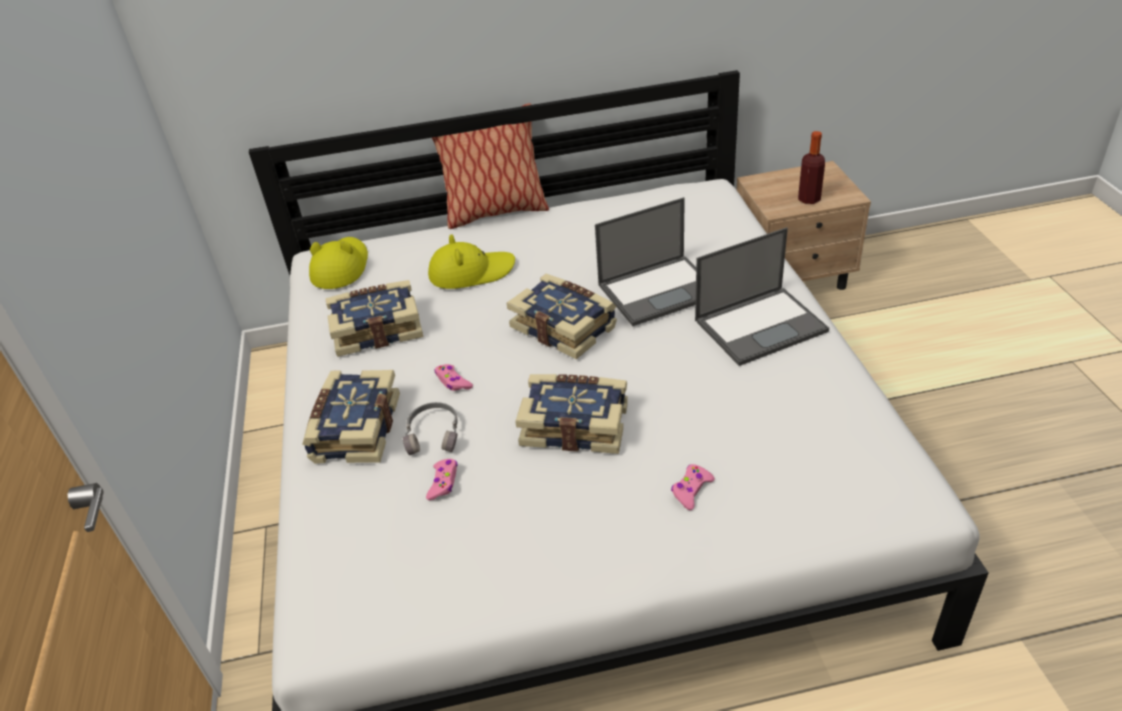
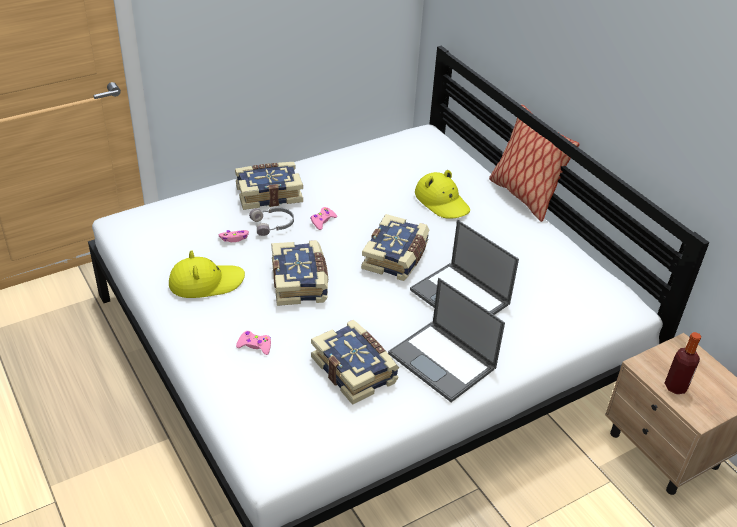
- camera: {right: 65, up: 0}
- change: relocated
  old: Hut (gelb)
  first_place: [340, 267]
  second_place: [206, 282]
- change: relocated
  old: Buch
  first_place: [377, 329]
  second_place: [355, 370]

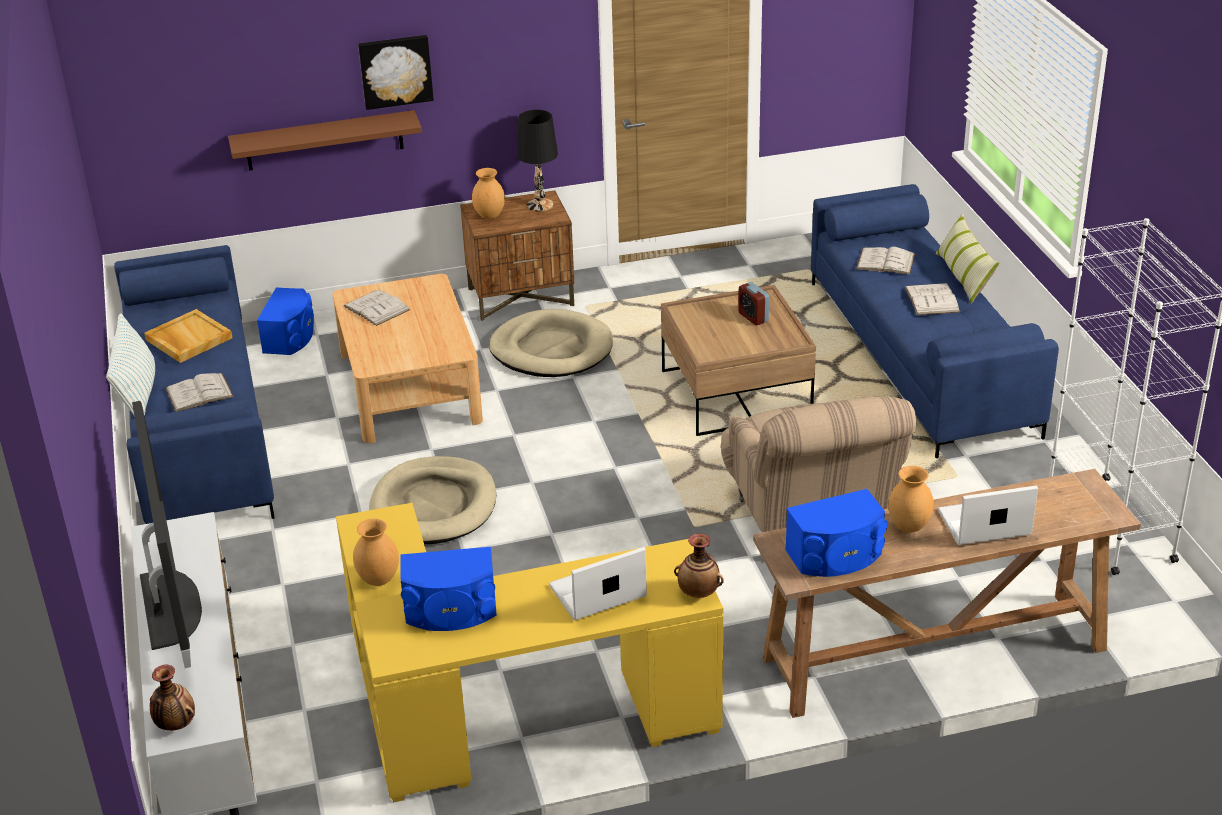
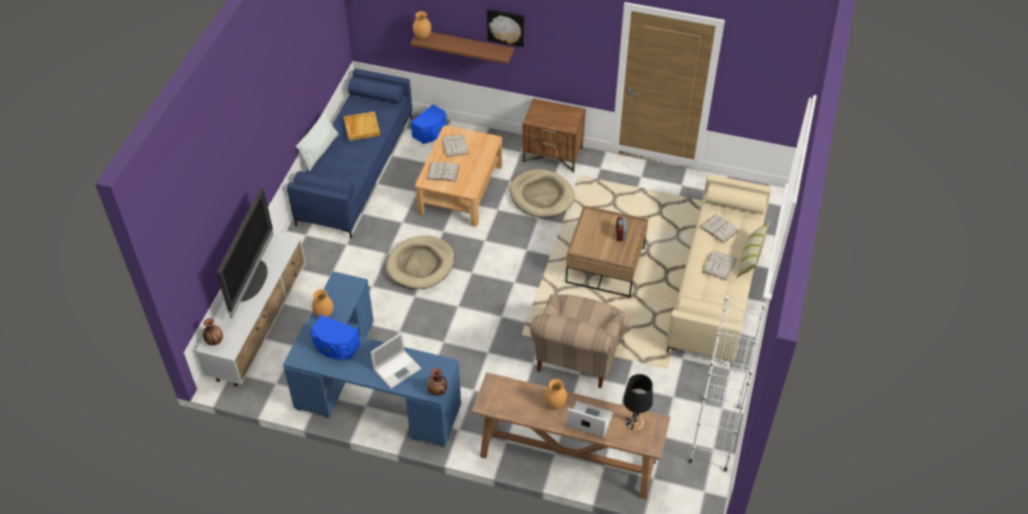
- camera: {right: 30, up: 15}
- change: relocated
  old: Tischlampe (schwarz)
  first_place: [539, 205]
  second_place: [634, 422]
- change: relocated
  old: Vase (braun)
  first_place: [489, 216]
  second_place: [422, 36]
- change: colour
  old: Sofa (blau)
  new: Sofa (beige)
  first_place: [921, 357]
  second_place: [716, 287]
- change: relocated
  old: Buch (weiß)
  first_place: [199, 393]
  second_place: [443, 172]
- change: missing
  old: Lautsprecher (blau)
  first_place: [836, 556]
- change: colour
  old: Schreibtisch (gelb)
  new: Schreibtisch (blau)
  first_place: [506, 714]
  second_place: [368, 391]
- change: spun
  old: Laptop
  first_place: [596, 593]
  second_place: [397, 368]
  degrees: 135

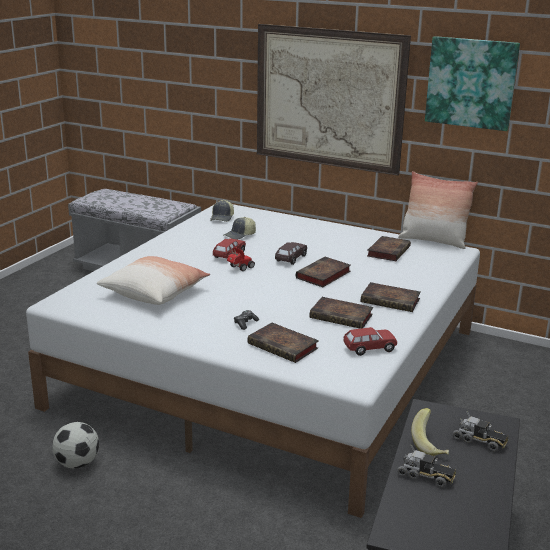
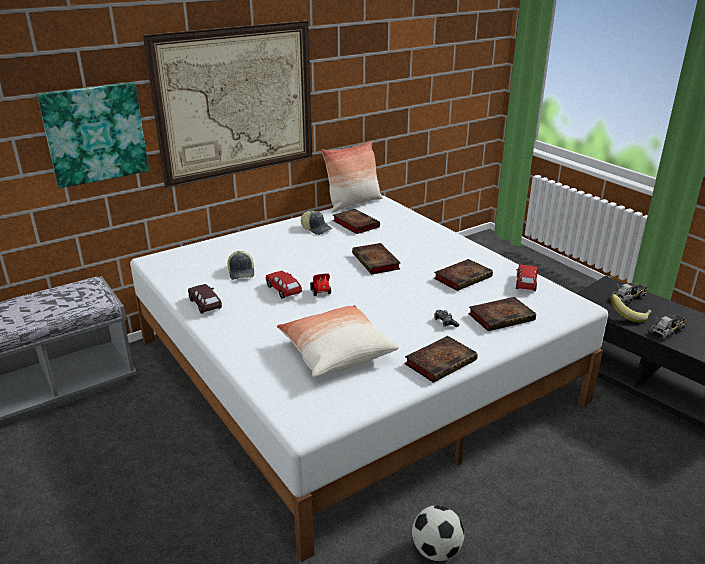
- camera: {right: -60, up: 5}
- change: relocated
  old: Bild
  first_place: [471, 83]
  second_place: [95, 134]
- change: relocated
  old: Kappe
  first_place: [222, 218]
  second_place: [316, 229]
- change: relocated
  old: Spielzeugauto (braun)
  first_place: [291, 259]
  second_place: [205, 304]
- change: relocated
  old: Buch
  first_place: [392, 301]
  second_place: [441, 361]

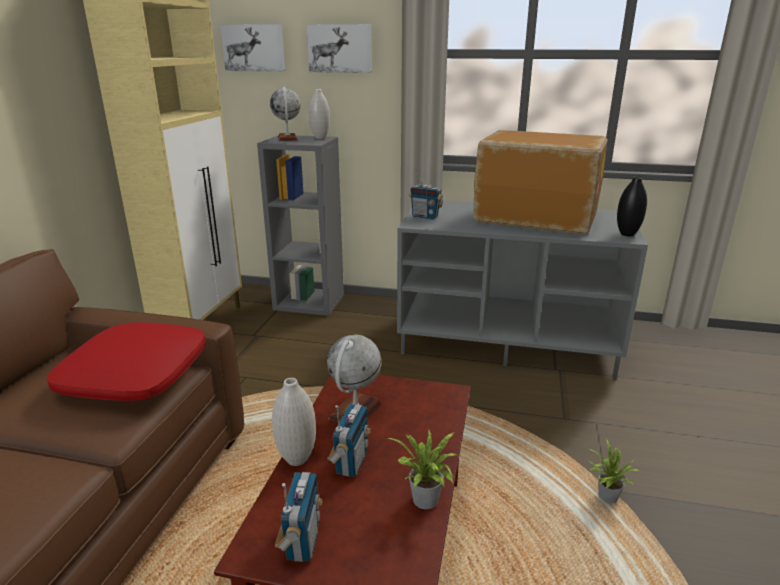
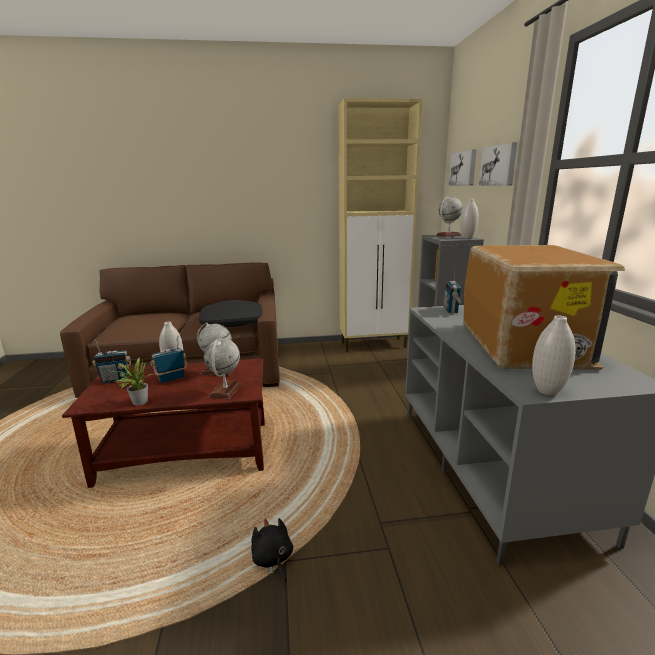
- camera: {right: 70, up: -5}
- change: colour
  old: Vase (schwarz)
  new: Vase (weiß)
  first_place: [627, 234]
  second_place: [547, 391]
- change: colour
  old: Kissen (rot)
  new: Kissen (schwarz)
  first_place: [135, 374]
  second_place: [232, 322]
- change: spun
  old: Radio
  first_place: [351, 462]
  second_place: [171, 379]
  degrees: 150
- change: exchanged
  old: Topfpflanze
  new: Plüschtier (schwarz)
  first_place: [605, 498]
  second_place: [273, 559]
- change: appeared
  new: Globus
  second_place: [225, 391]

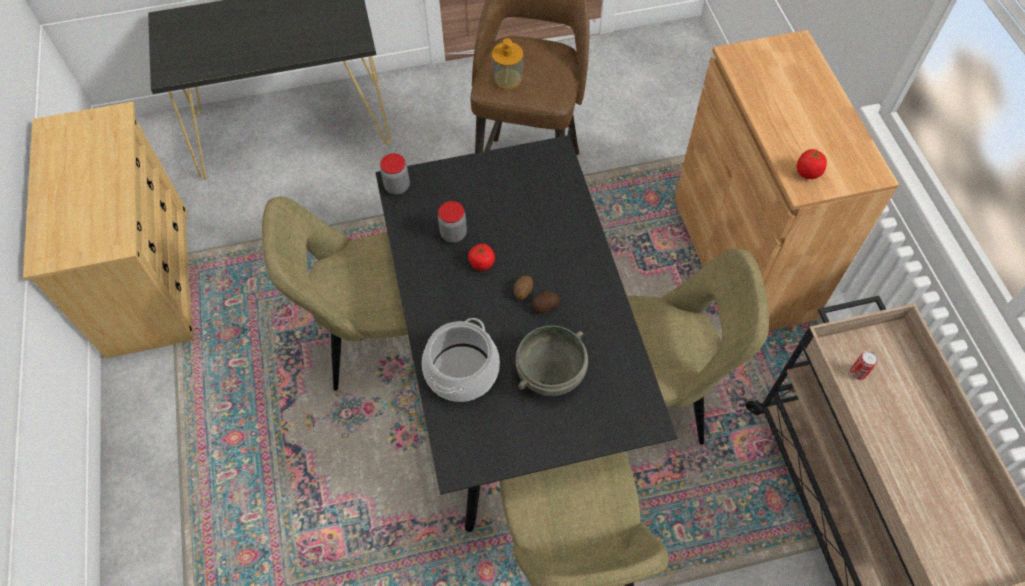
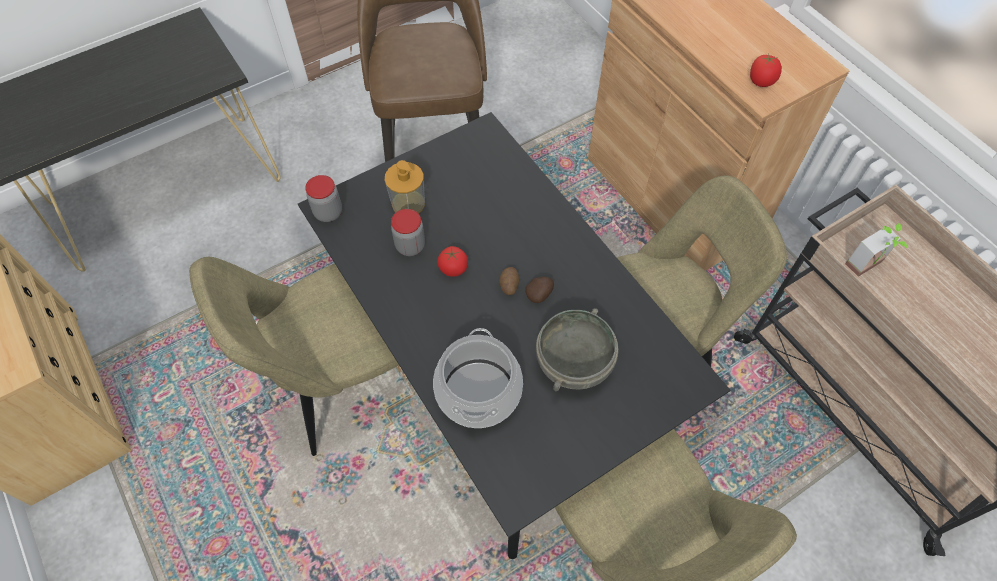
- camera: {right: -20, up: 0}
- change: relocated
  old: Seifenspender
  first_place: [507, 79]
  second_place: [408, 203]
- change: exchanged
  old: Dose
  new: Topfpflanze
  first_place: [857, 373]
  second_place: [868, 268]

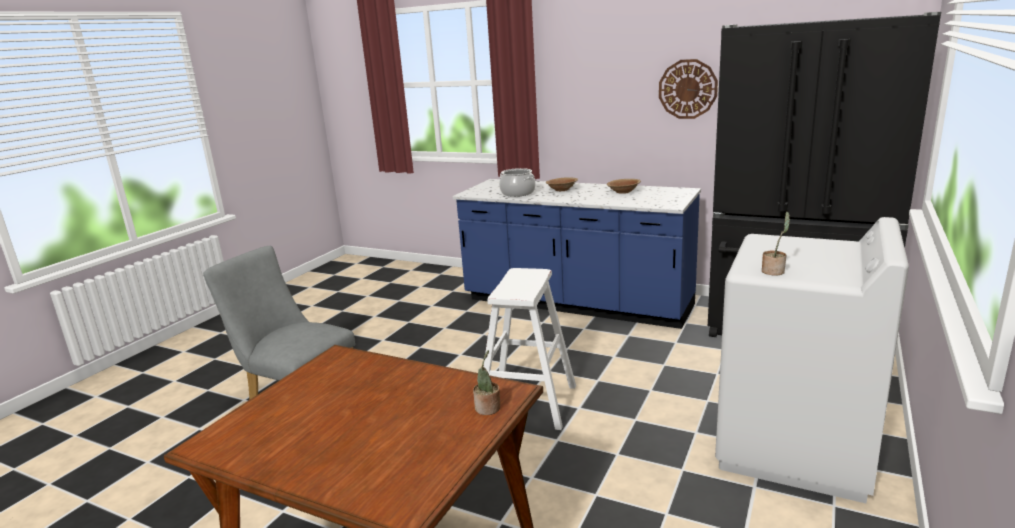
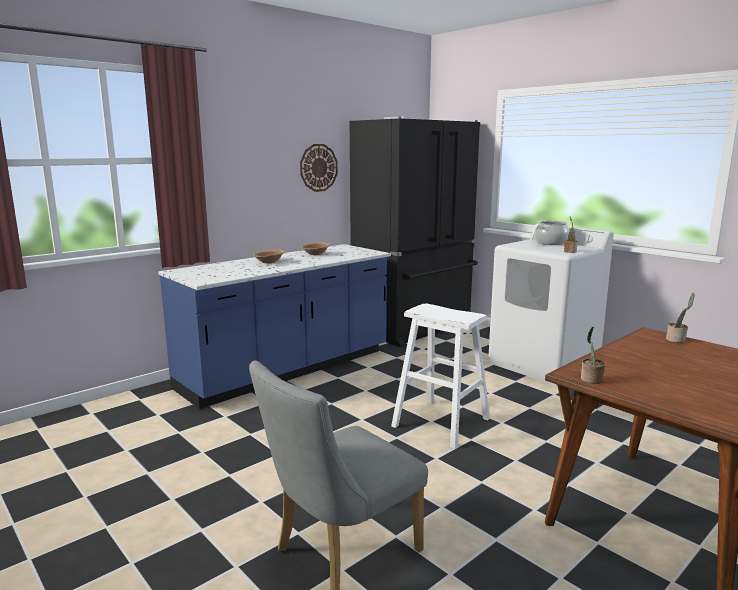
- camera: {right: -70, up: -5}
- change: relocated
  old: Kochtopf
  first_place: [518, 193]
  second_place: [550, 242]
- change: appeared
  new: Topfpflanze
  second_place: [591, 380]

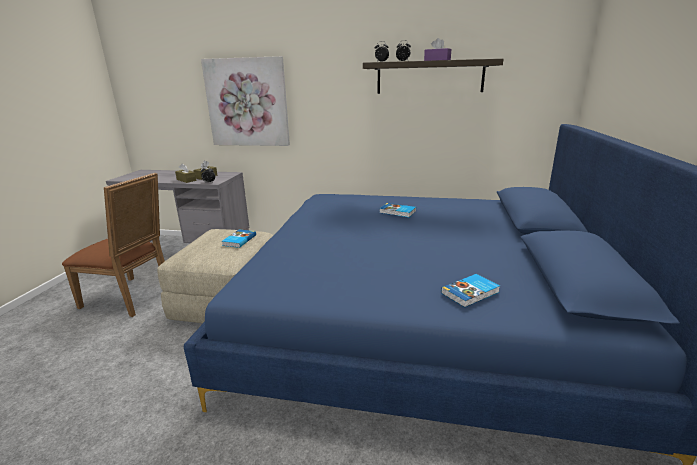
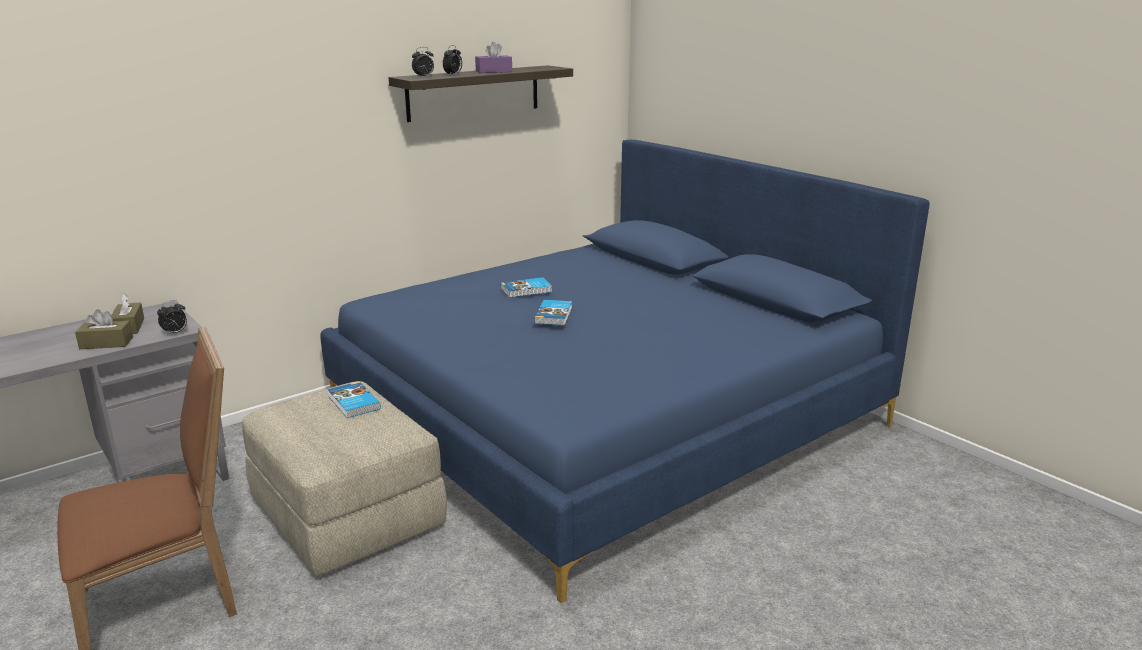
- camera: {right: -50, up: 0}
- change: missing
  old: Bild
  first_place: [247, 103]
- change: relocated
  old: Buch
  first_place: [471, 293]
  second_place: [554, 315]

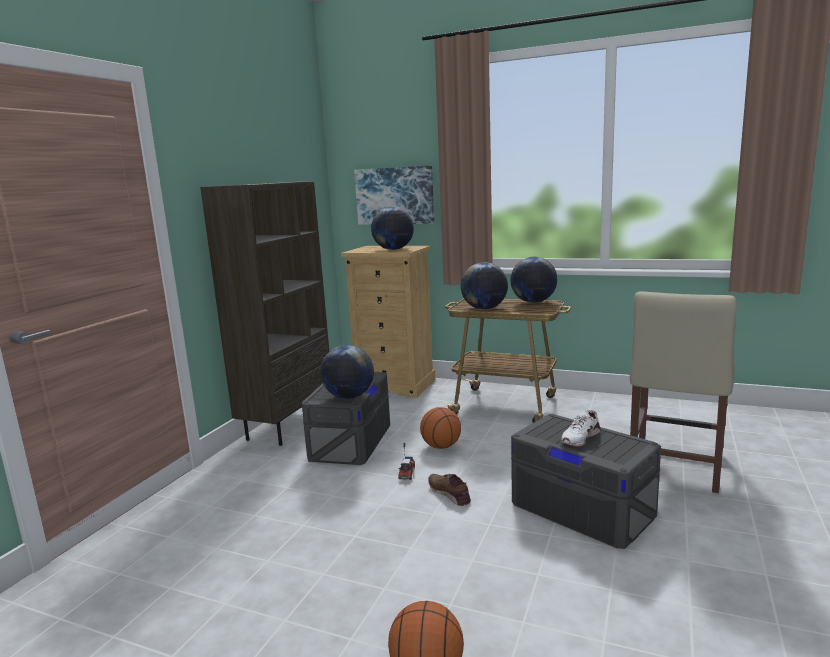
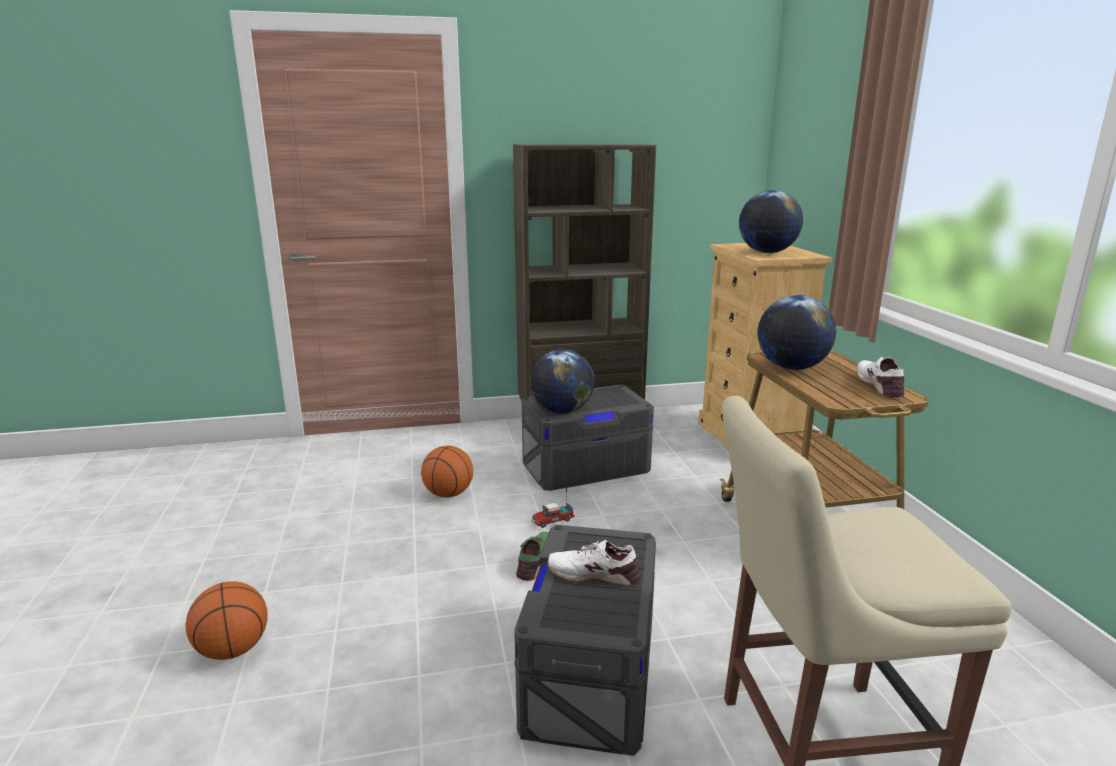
- camera: {right: 55, up: 5}
- change: missing
  old: Bild
  first_place: [395, 196]
- change: exchanged
  old: Globus
  new: Schuh (weiß)
  first_place: [533, 302]
  second_place: [880, 385]
- change: relocated
  old: Basketball
  first_place: [441, 446]
  second_place: [448, 494]
- change: colour
  old: Schuh (braun)
  new: Schuh (grün)
  first_place: [450, 493]
  second_place: [537, 561]

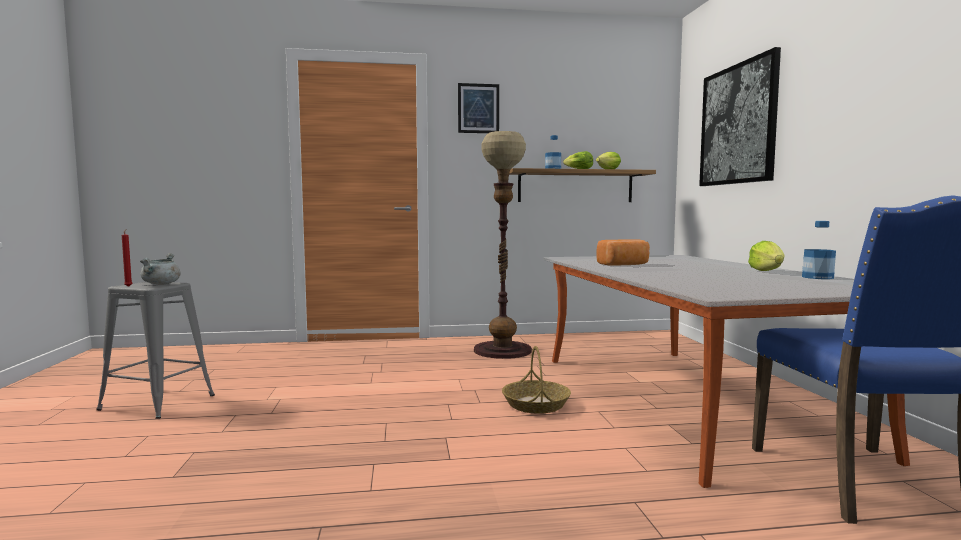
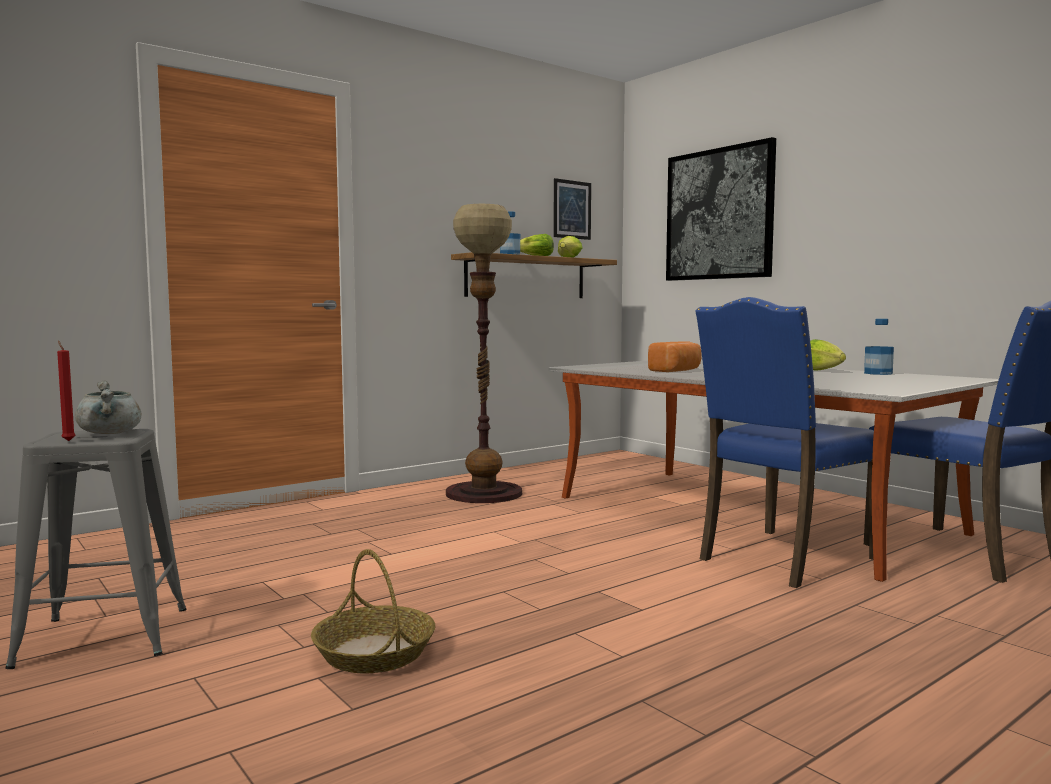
- camera: {right: -30, up: 0}
- change: relocated
  old: Bild
  first_place: [478, 108]
  second_place: [572, 209]
- change: relocated
  old: Korb
  first_place: [536, 404]
  second_place: [375, 653]
- change: appeared
  new: Stuhl (blau)
  second_place: [782, 558]

